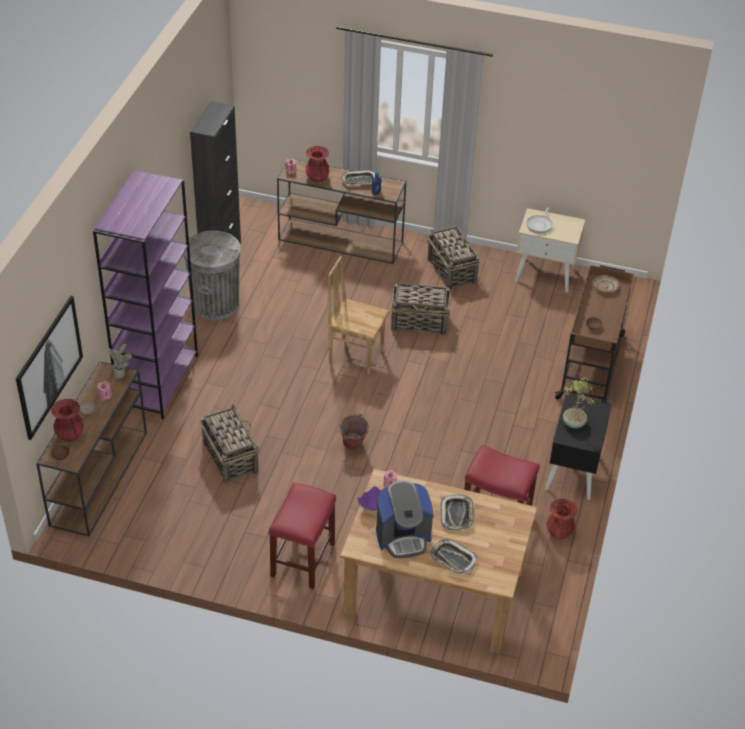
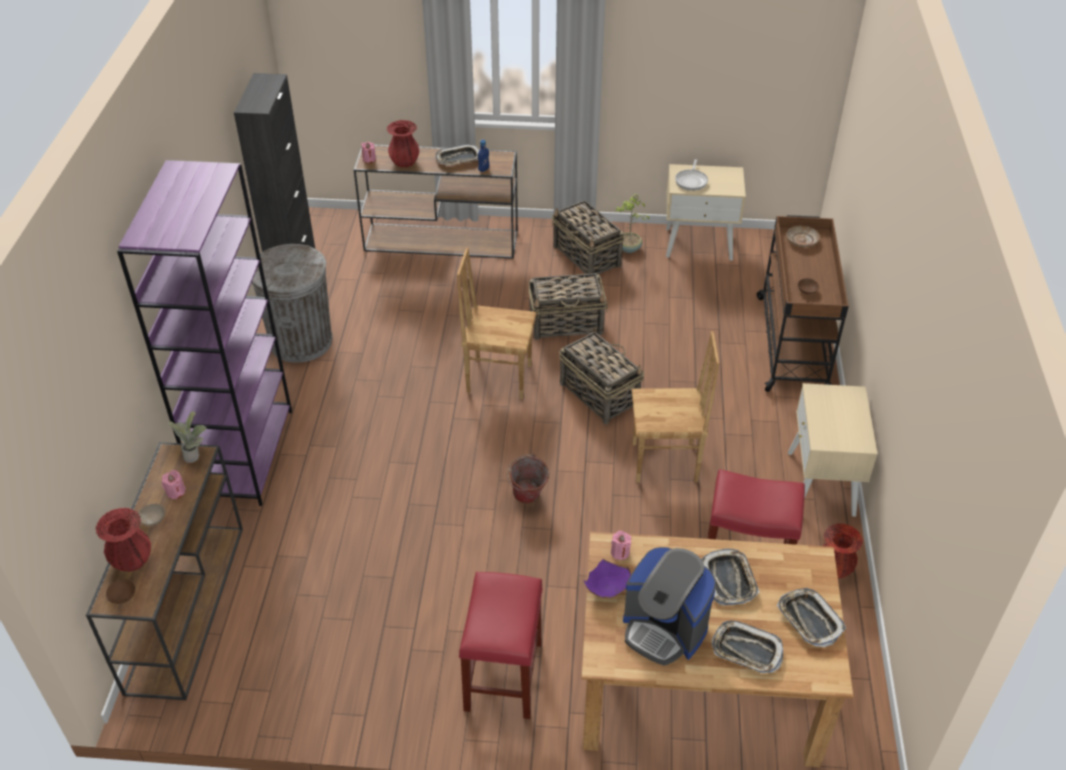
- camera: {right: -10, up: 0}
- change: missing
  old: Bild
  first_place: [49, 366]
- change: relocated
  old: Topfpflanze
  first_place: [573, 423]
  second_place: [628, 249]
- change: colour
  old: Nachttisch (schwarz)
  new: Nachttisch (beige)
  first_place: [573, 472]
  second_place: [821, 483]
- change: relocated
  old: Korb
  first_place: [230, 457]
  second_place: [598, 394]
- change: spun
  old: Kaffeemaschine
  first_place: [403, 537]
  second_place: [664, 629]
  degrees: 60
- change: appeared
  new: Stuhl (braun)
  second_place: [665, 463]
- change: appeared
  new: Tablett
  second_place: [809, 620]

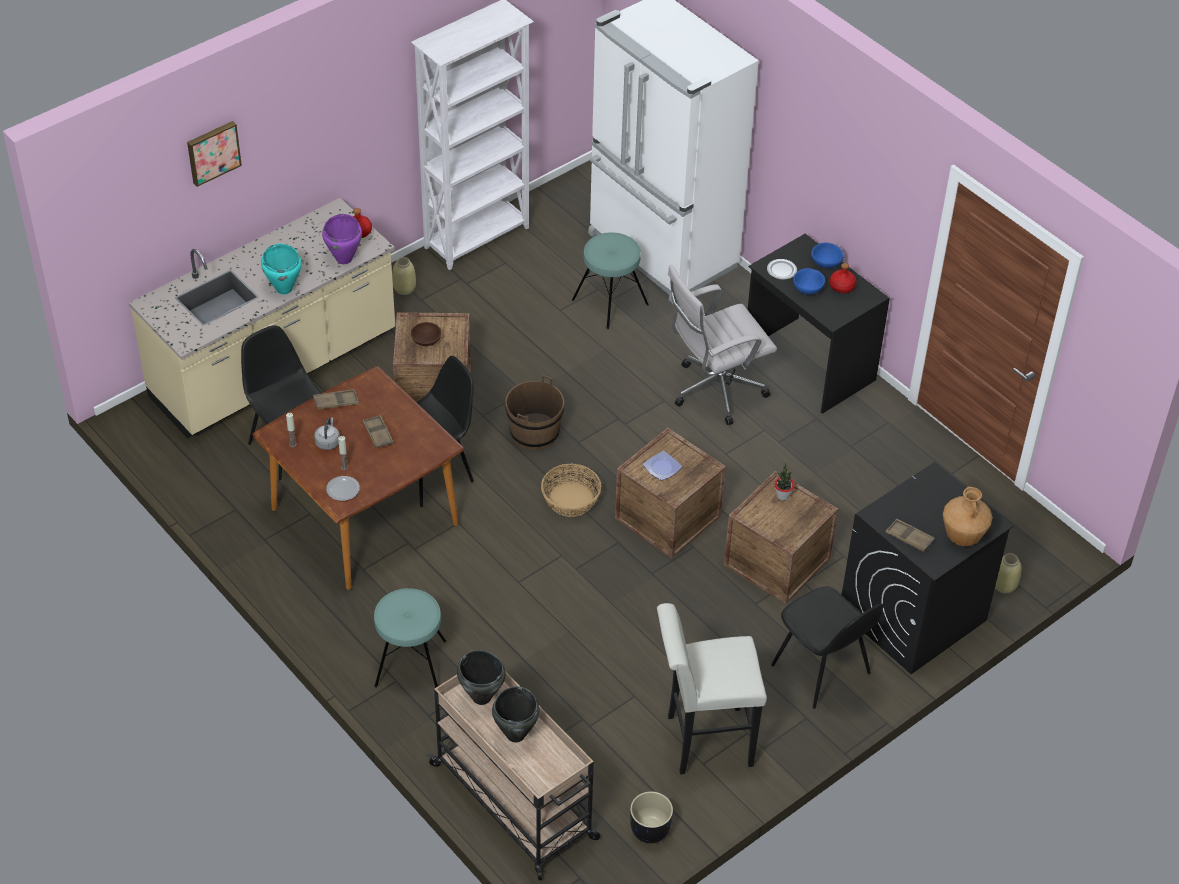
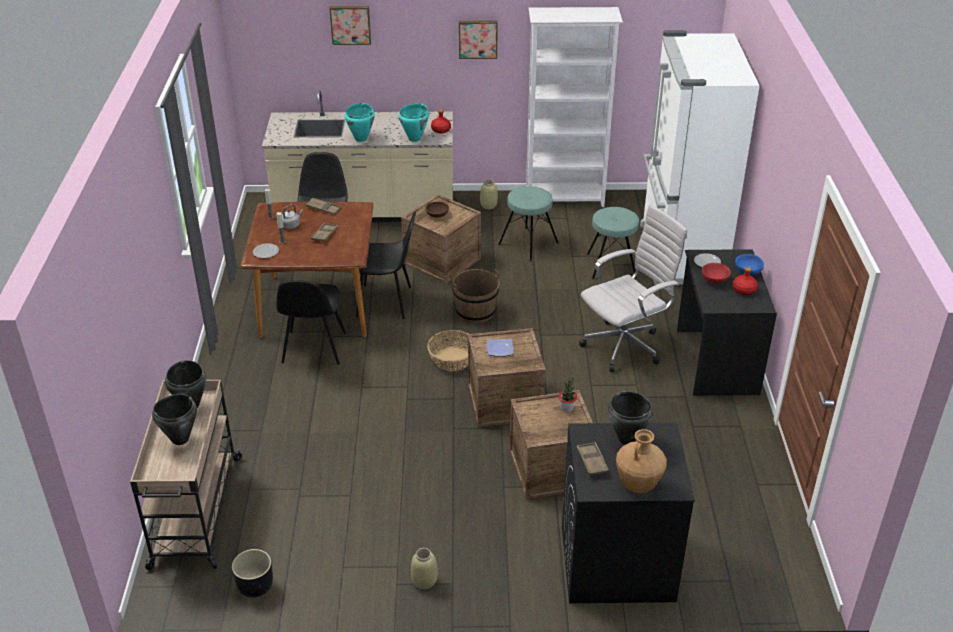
- camera: {right: 40, up: -10}
- change: colour
  old: Kochtopf (lila)
  new: Kochtopf (türkis)
  first_place: [344, 258]
  second_place: [415, 139]
- change: spun
  old: Bürostuhl (weiß)
  first_place: [714, 391]
  second_place: [625, 345]
  degrees: 135
- change: colour
  old: Schüssel (blau)
  new: Schüssel (rot)
  first_place: [808, 289]
  second_place: [714, 280]
- change: relocated
  old: Vase (beige)
  first_place: [1004, 585]
  second_place: [425, 581]
- change: relocated
  old: Stuhl (schwarz)
  first_place: [822, 671]
  second_place: [313, 349]
- change: relocated
  old: Hocker (türkis)
  first_place: [410, 663]
  second_place: [528, 244]
- change: missing
  old: Hocker (weiß)
  first_place: [702, 741]
- change: appeared
  new: Bild
  second_place: [478, 38]
- change: appeared
  new: Kochtopf (schwarz)
  second_place: [627, 439]

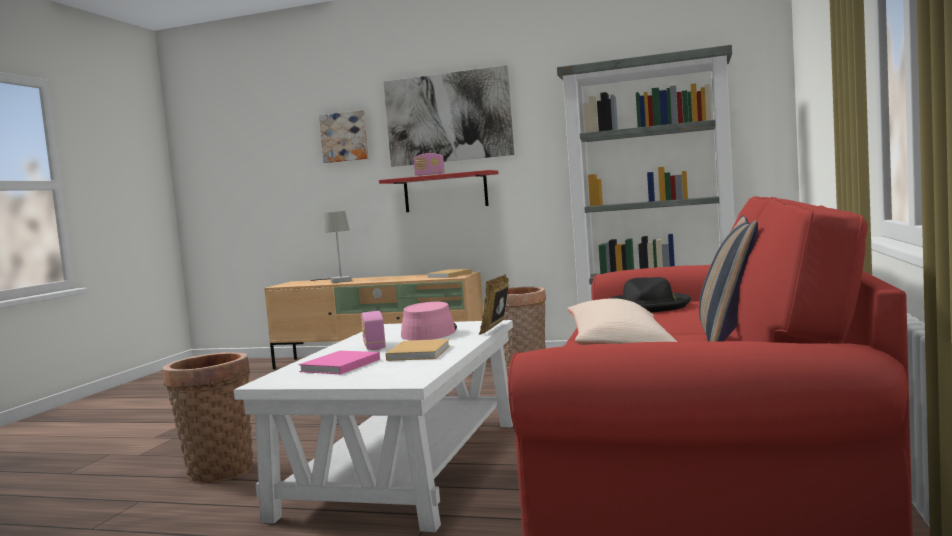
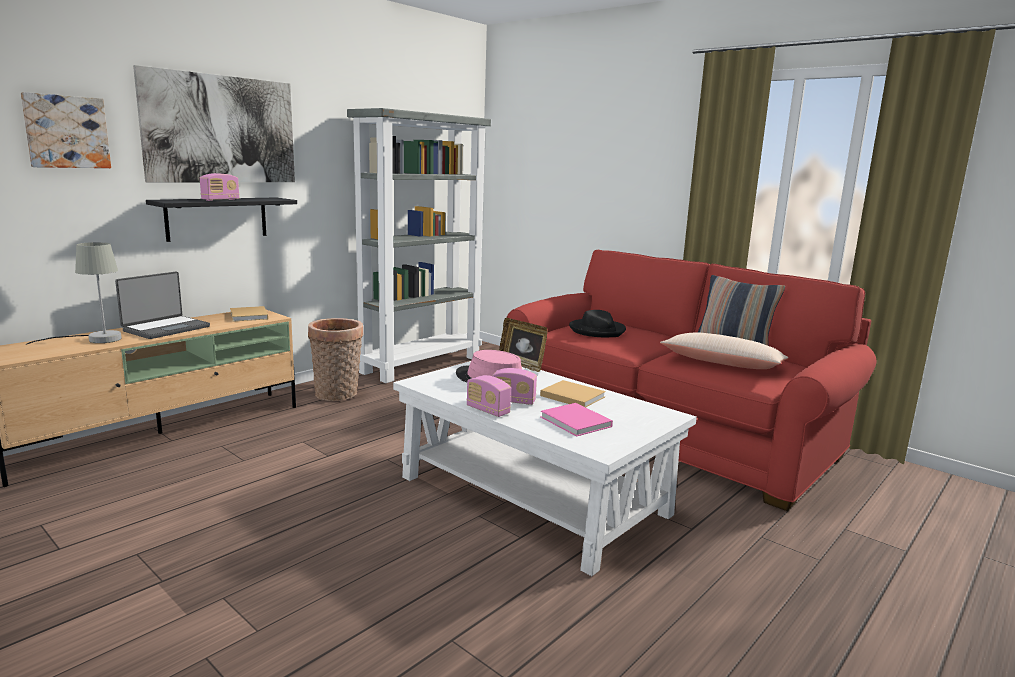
- camera: {right: -65, up: 10}
- change: colour
  old: Wandregal (rot)
  new: Wandregal (schwarz)
  first_place: [445, 192]
  second_place: [217, 218]
- change: missing
  old: Korb
  first_place: [218, 470]
- change: appeared
  new: Laptop
  second_place: [165, 328]
- change: appeared
  new: Radio
  second_place: [488, 410]

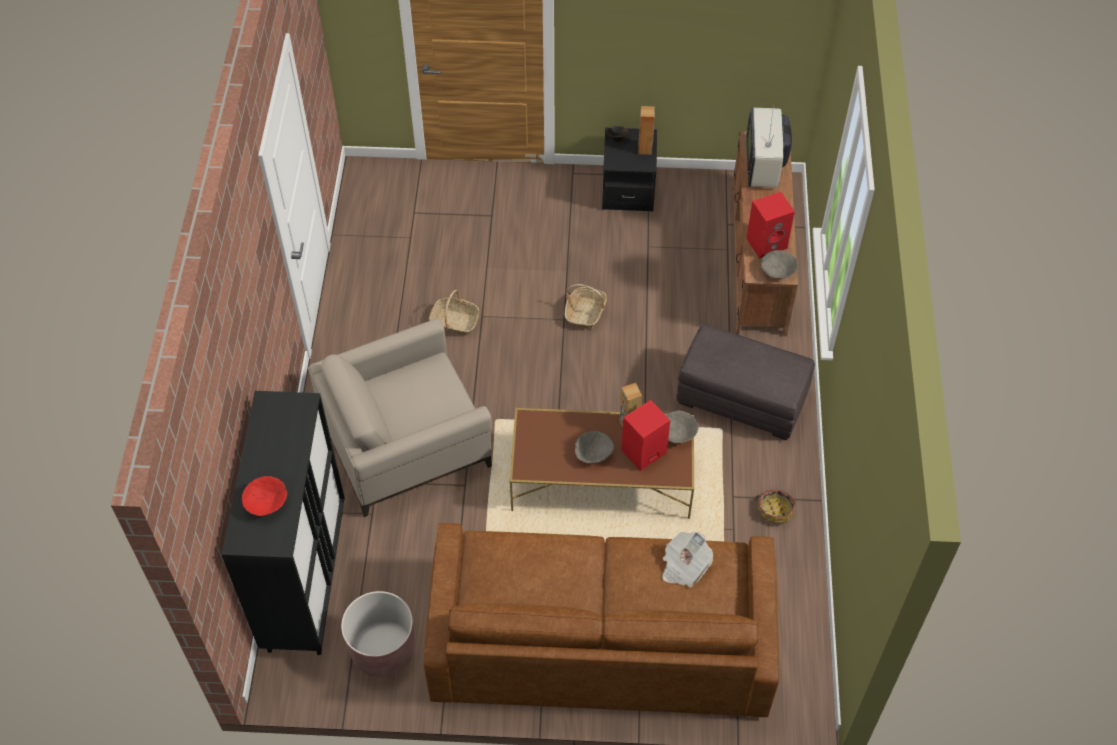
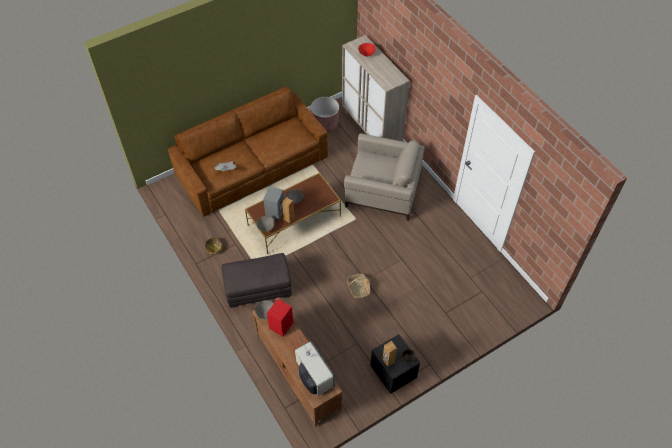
- camera: {right: 145, up: 0}
- change: missing
  old: Korb
  first_place: [454, 322]
- change: spun
  old: Sessel (beige)
  first_place: [406, 442]
  second_place: [382, 191]
  degrees: 75
- change: colour
  old: Schrank (schwarz)
  new: Schrank (beige)
  first_place: [305, 580]
  second_place: [371, 129]
- change: colour
  old: Lautsprecher (rot)
  new: Lautsprecher (grau)
  first_place: [643, 453]
  second_place: [275, 211]

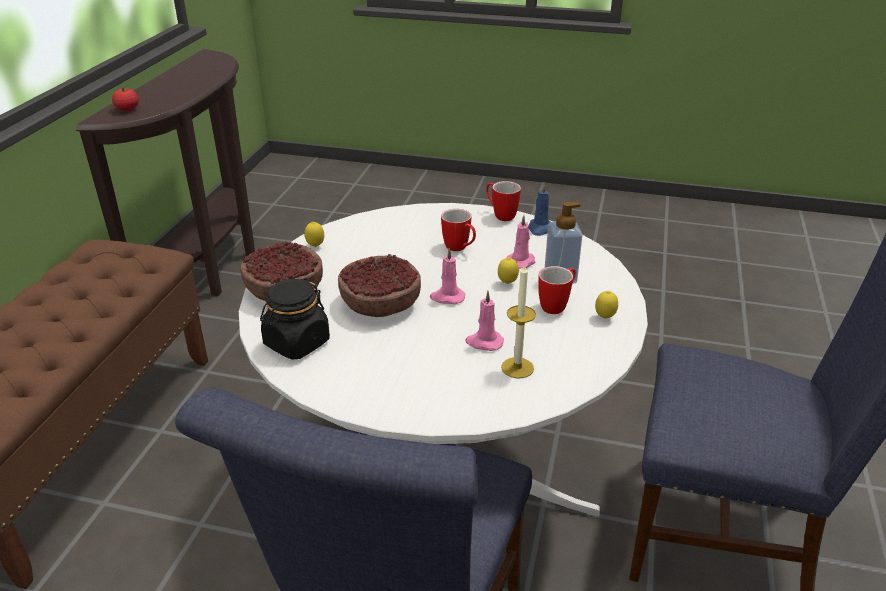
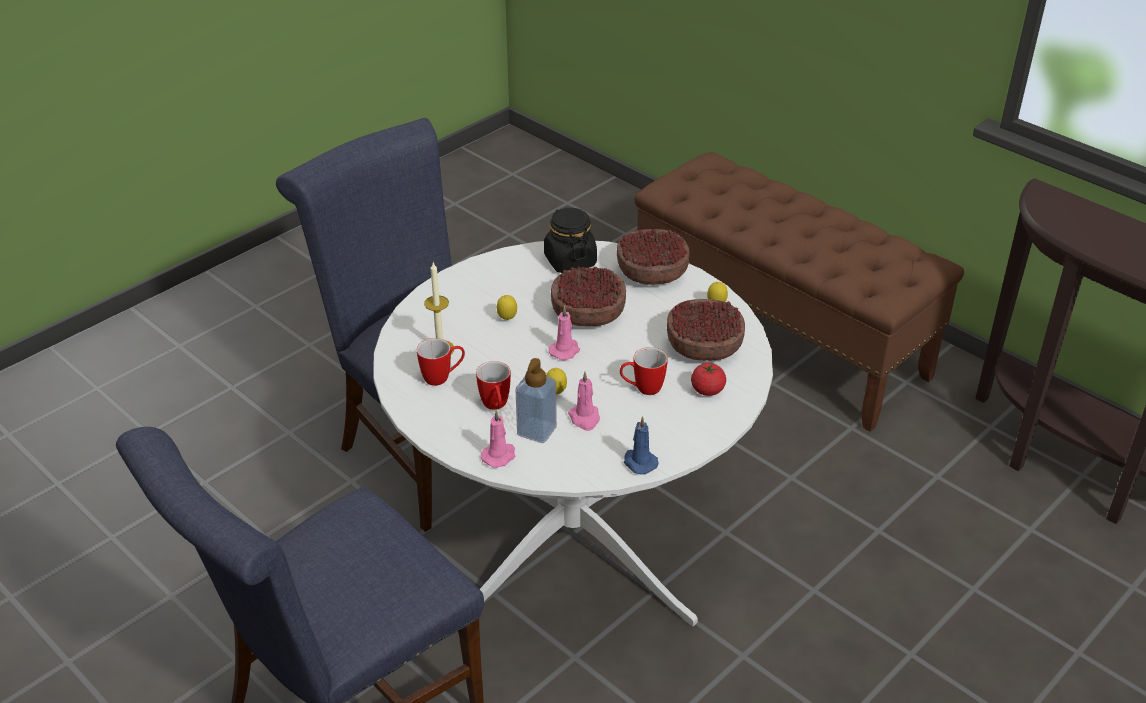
- camera: {right: 120, up: 5}
- change: relocated
  old: Tomate
  first_place: [127, 109]
  second_place: [707, 390]
- change: relocated
  old: Henkelbecher
  first_place: [500, 215]
  second_place: [443, 377]
- change: relocated
  old: Kerze (rosa)
  first_place: [484, 342]
  second_place: [499, 456]
- change: relocated
  old: Zitrone
  first_place: [604, 318]
  second_place: [507, 319]
- change: appeared
  new: Schüssel
  second_place: [704, 346]

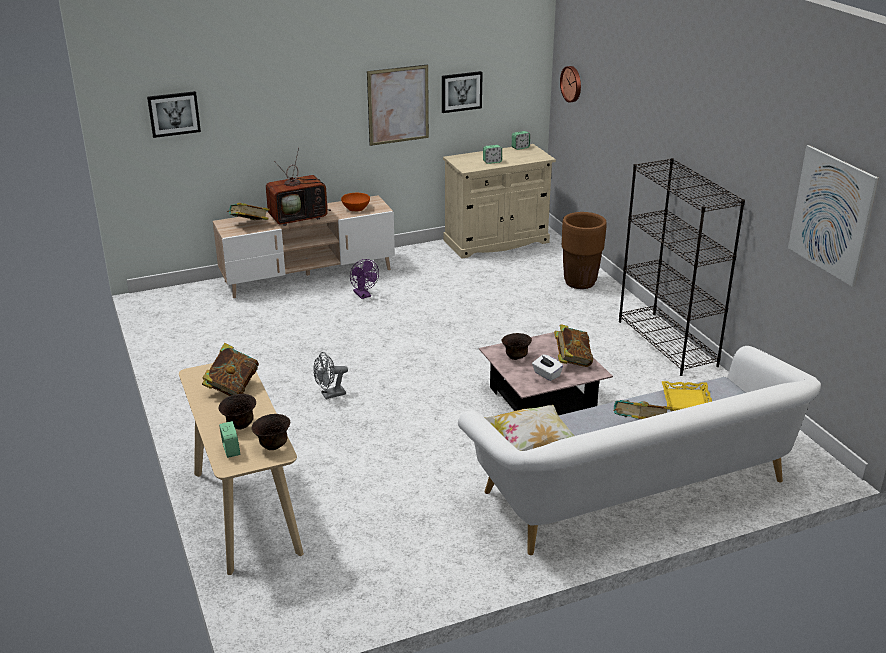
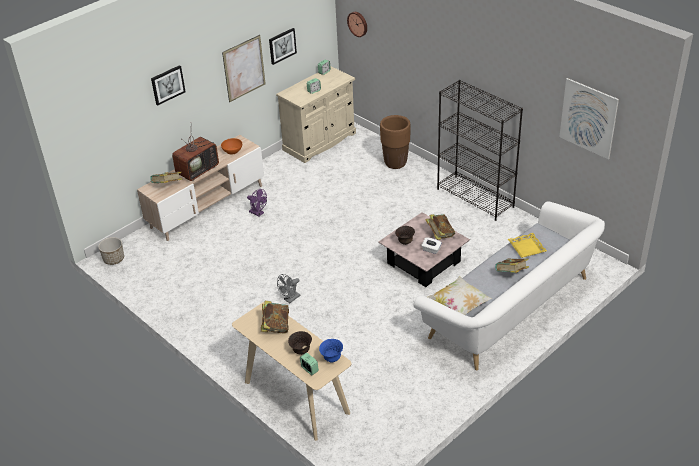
- camera: {right: -20, up: 10}
- change: relocated
  old: Bild
  first_place: [174, 114]
  second_place: [167, 84]
- change: colour
  old: Schüssel (braun)
  new: Schüssel (blau)
  first_place: [273, 446]
  second_place: [332, 358]
- change: appeared
  new: Pflanzkübel
  second_place: [114, 259]

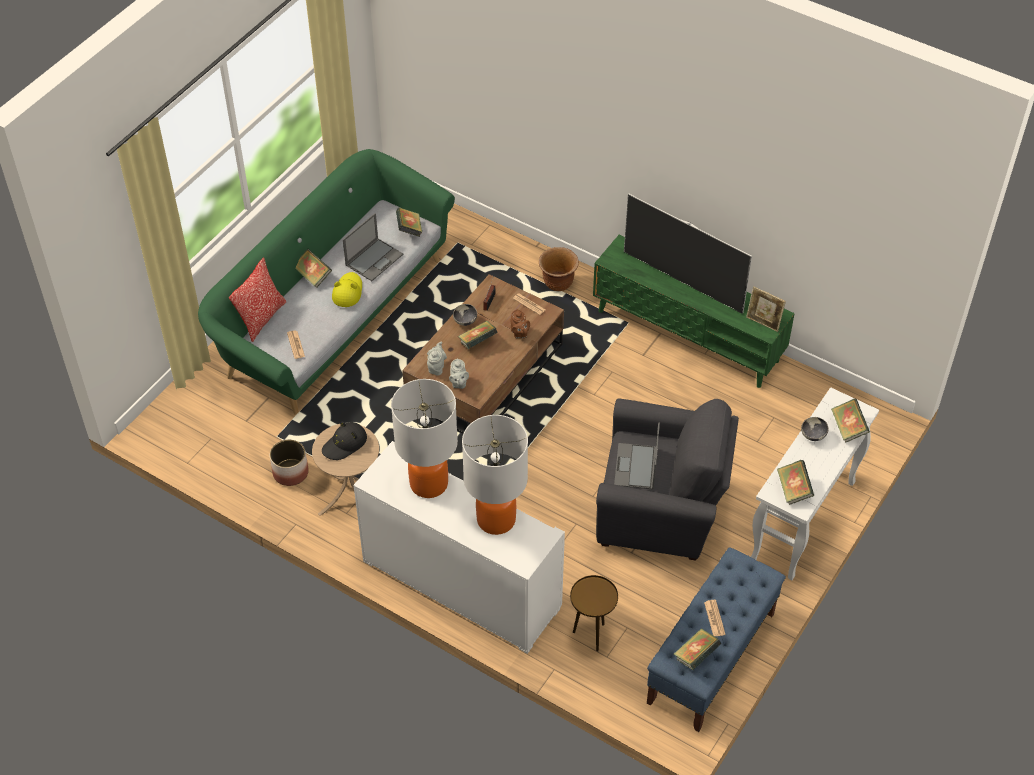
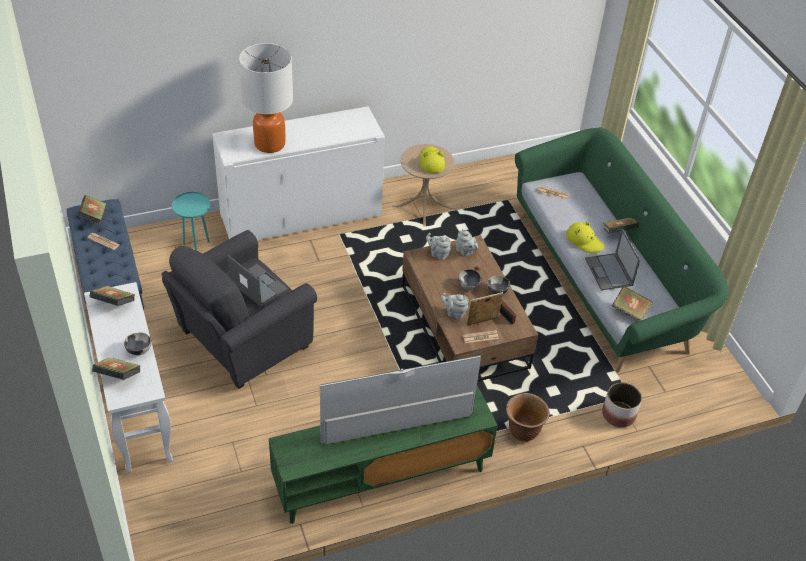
- camera: {right: 125, up: -5}
- change: missing
  old: Kissen
  first_place: [262, 318]
- change: relocated
  old: Bilderrahmen
  first_place: [763, 323]
  second_place: [482, 323]
- change: colour
  old: Teekanne (braun)
  new: Teekanne (grau)
  first_place: [519, 333]
  second_place: [454, 313]
- change: exchanged
  old: Buch
  new: Schüssel
  first_place: [477, 342]
  second_place: [468, 286]
- change: missing
  old: Tischlampe
  first_place: [429, 483]
- change: colour
  old: Hut (schwarz)
  new: Hut (gelb)
  first_place: [345, 444]
  second_place: [431, 162]
- change: relocated
  old: Pflanzkübel
  first_place: [290, 472]
  second_place: [619, 414]
- change: colour
  old: Beistelltisch (braun)
  new: Beistelltisch (türkis)
  first_place: [591, 635]
  second_place: [196, 247]

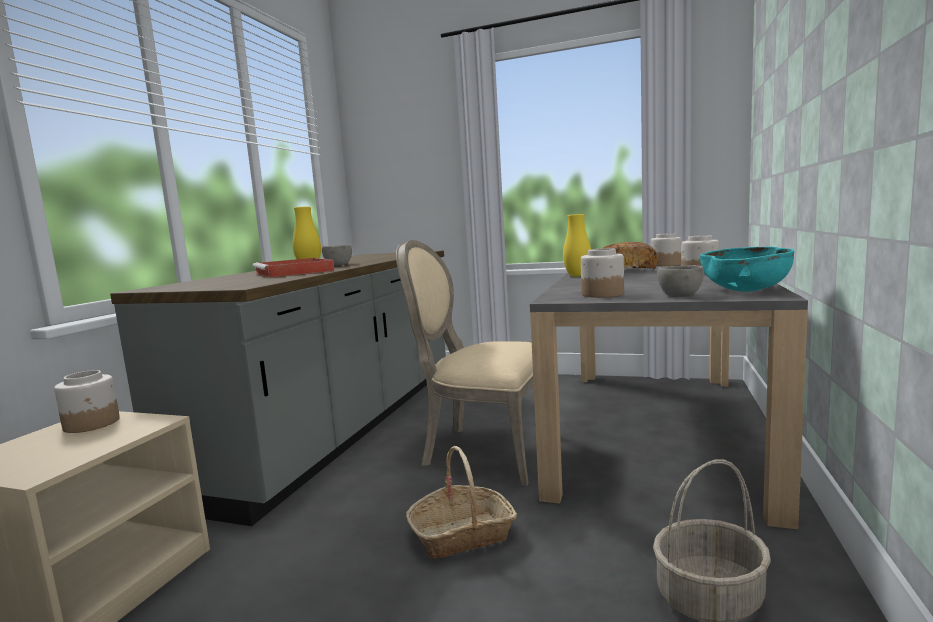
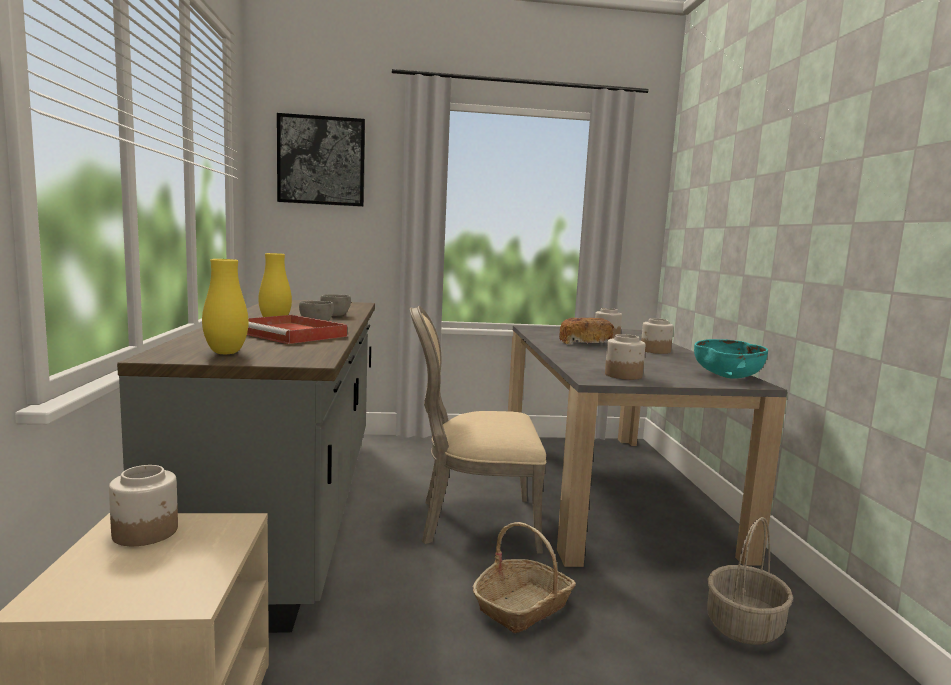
- camera: {right: -25, up: 0}
- change: relocated
  old: Vase (gelb)
  first_place: [577, 276]
  second_place: [226, 353]
- change: relocated
  old: Schüssel (grau)
  first_place: [680, 295]
  second_place: [336, 315]
- change: appeared
  new: Bild
  second_place: [321, 161]

